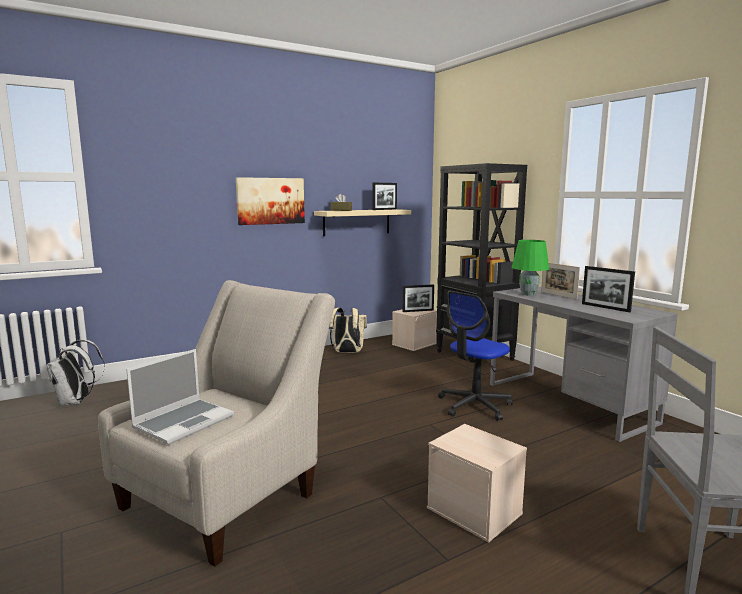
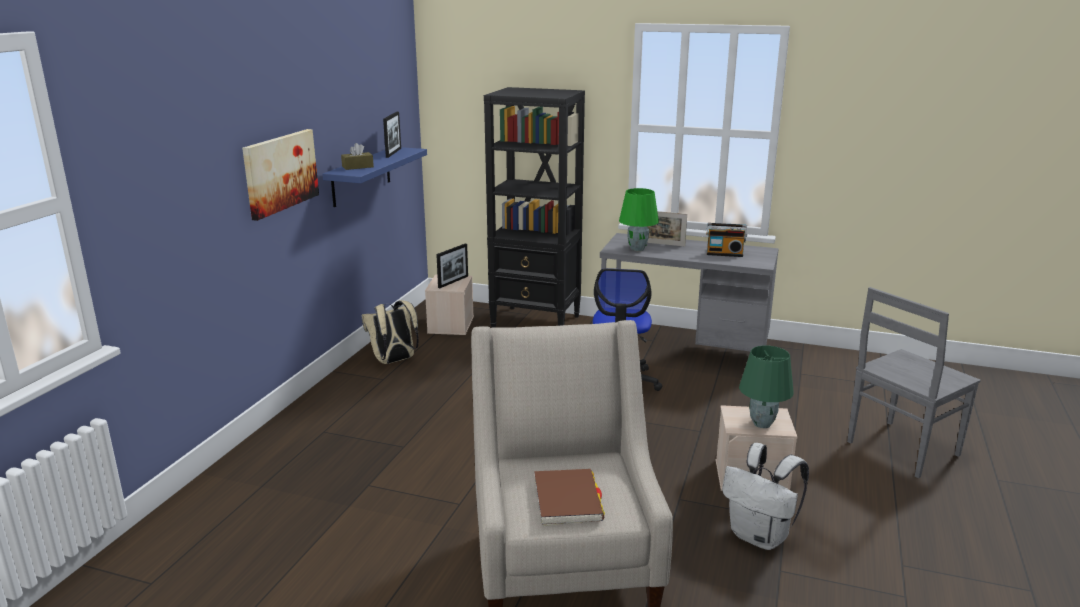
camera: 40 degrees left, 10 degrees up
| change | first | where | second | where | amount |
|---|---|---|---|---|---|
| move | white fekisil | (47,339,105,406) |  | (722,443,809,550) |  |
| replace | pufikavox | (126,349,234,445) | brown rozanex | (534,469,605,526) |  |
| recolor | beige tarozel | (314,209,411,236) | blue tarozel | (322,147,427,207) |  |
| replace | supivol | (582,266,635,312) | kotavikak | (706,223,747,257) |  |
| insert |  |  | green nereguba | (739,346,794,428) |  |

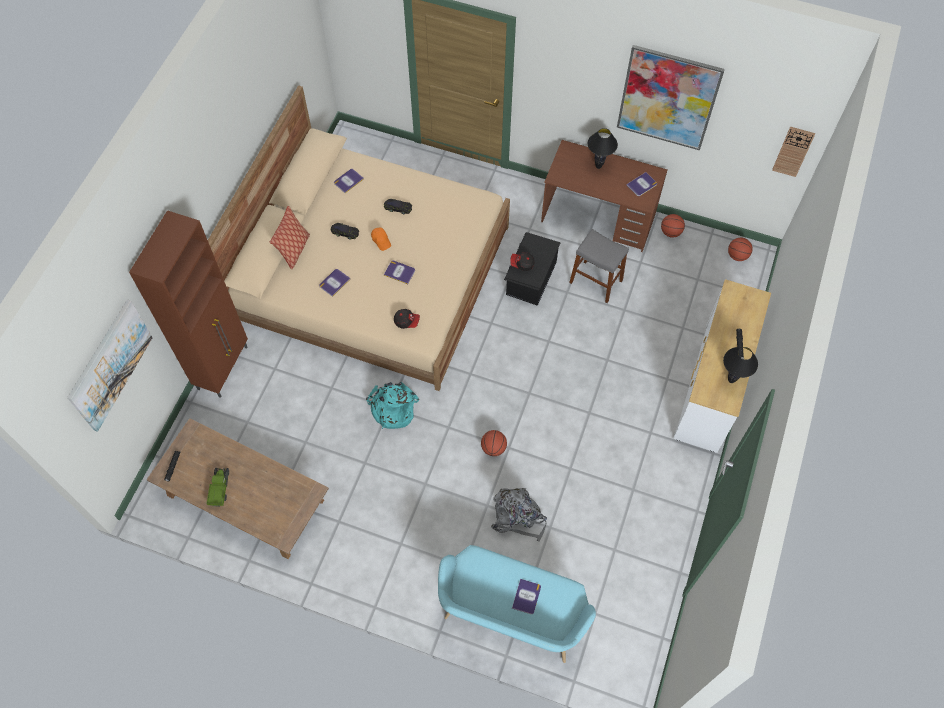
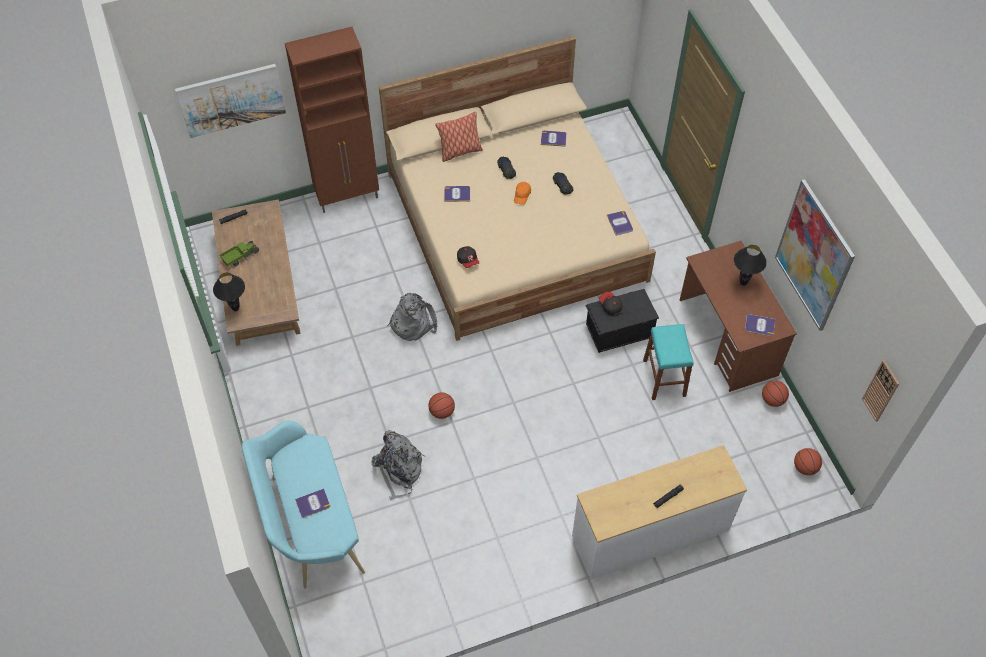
camera: 50 degrees right, 5 degrees down
| change | first | where | second | where | amount |
|---|---|---|---|---|---|
| recolor | turquoise fekisil | (366,382,419,429) | grey fekisil | (387,293,437,341) |  |
| move | rozanex | (384,260,415,284) |  | (607,211,633,236) |  |
| recolor | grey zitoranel | (569,229,629,303) | turquoise zitoranel | (643,324,694,400) |  |
| move | black nereguba | (723,347,758,383) |  | (213,273,245,311) |  |

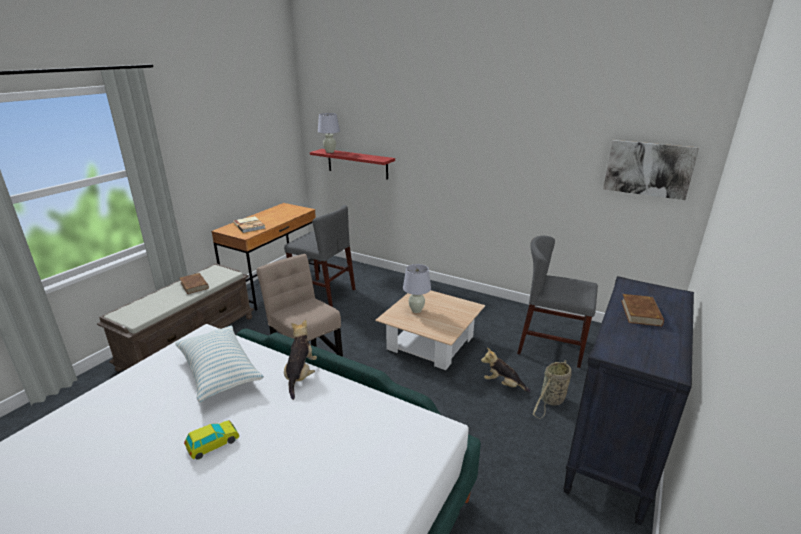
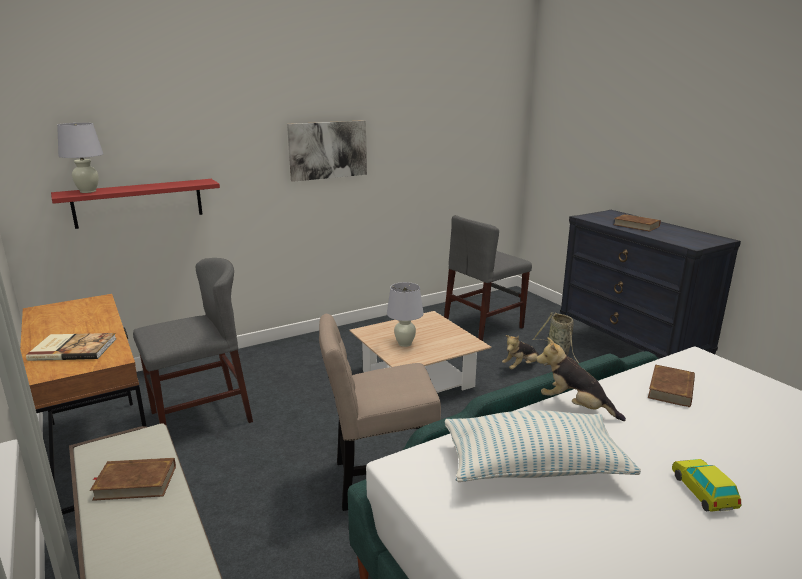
camera: 60 degrees left, 5 degrees down
| change | first | where | second | where | amount |
|---|---|---|---|---|---|
| move | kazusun | (603,140,699,200) |  | (287,120,367,182) |  |
| insert |  |  | brown rozanex | (648,365,695,407) |  |

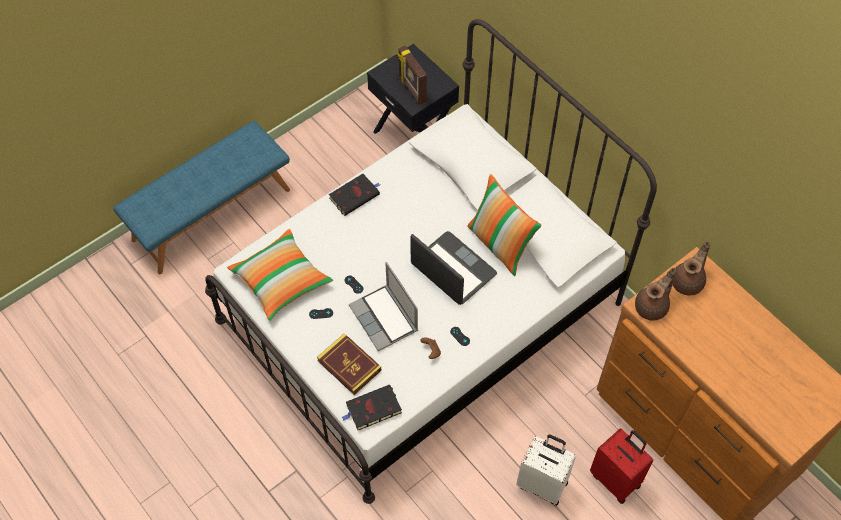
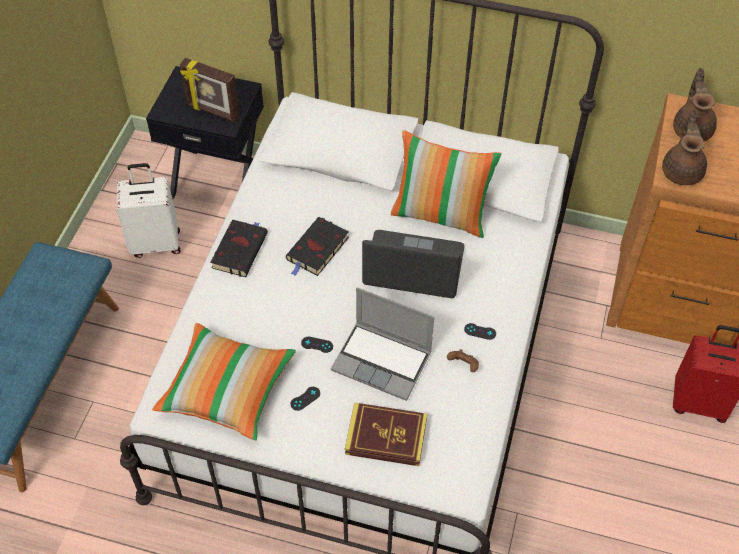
camera: 35 degrees left, 5 degrees down
| change | first | where | second | where | amount |
|---|---|---|---|---|---|
| move | black rozanex | (341,384,402,430) |  | (286,217,349,276) |  |
| move | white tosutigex | (517,434,576,506) |  | (116,163,180,258) |  |

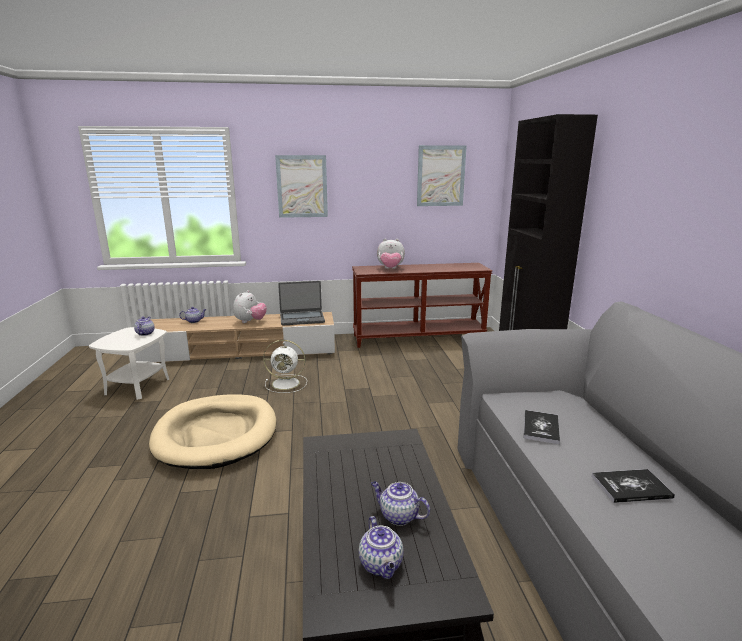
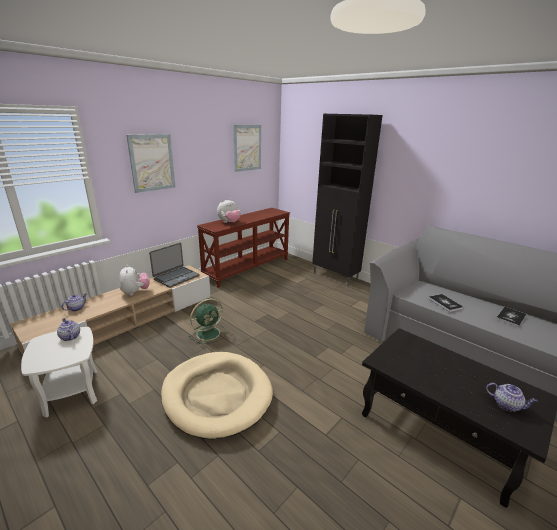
camera: 40 degrees left, 5 degrees up
| change | first | where | second | where | amount |
|---|---|---|---|---|---|
| recolor | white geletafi | (263,340,307,393) | green geletafi | (189,299,226,344) |  |
| delete | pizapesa | (371,481,430,526) |  |  |  |

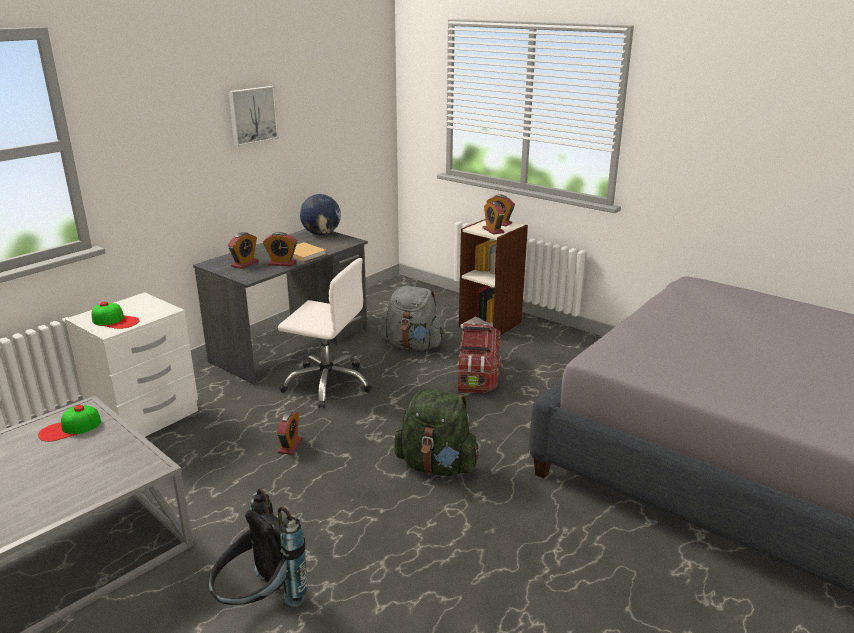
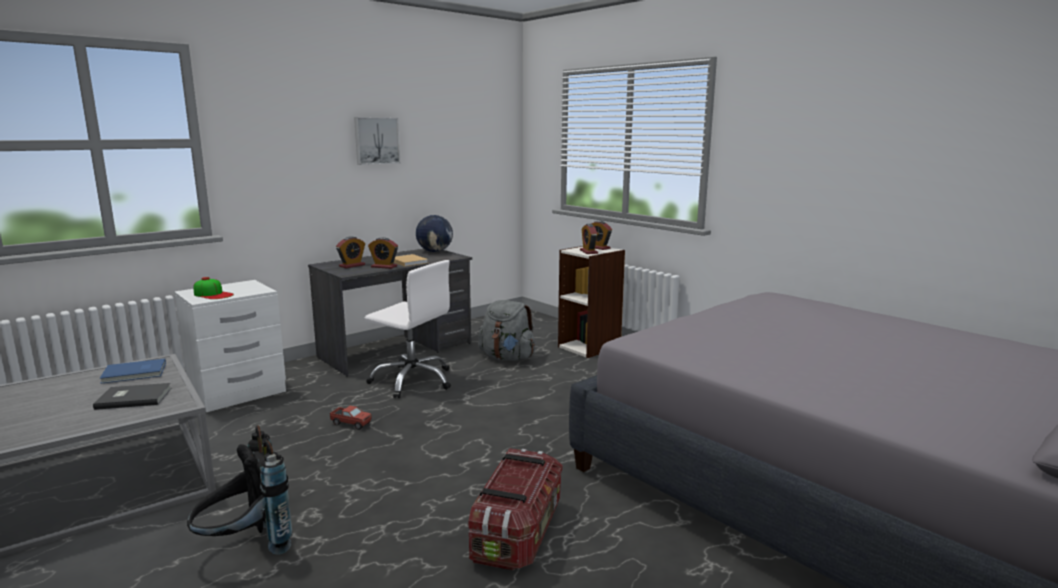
camera: 10 degrees right, 10 degrees down
| change | first | where | second | where | amount |
|---|---|---|---|---|---|
| replace | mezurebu | (38,405,101,442) | blue rozanex | (100,359,166,384) |  |
| replace | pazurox | (277,411,303,455) | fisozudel | (330,406,371,430) |  |
| delete | green fekisil | (394,389,480,476) |  |  |  |
| move | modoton | (458,323,500,393) |  | (468,448,562,570) |  |
| insert |  |  | grey rozanex | (93,383,171,410) |  |

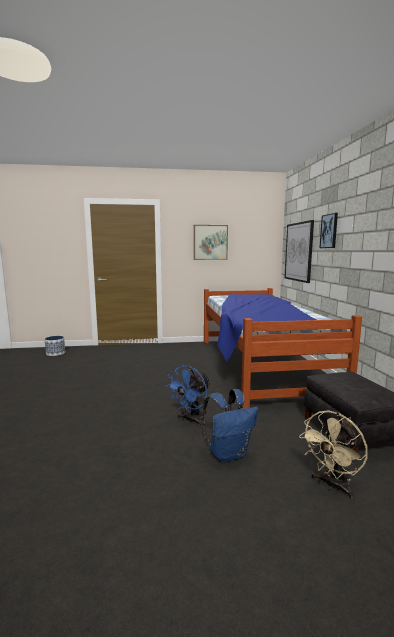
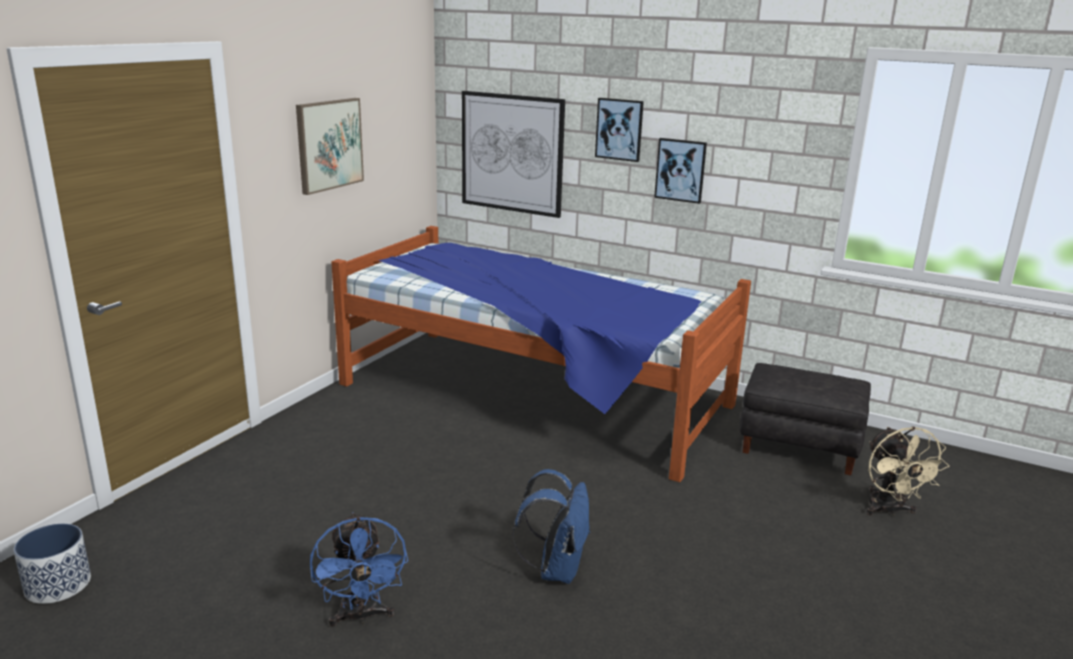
camera: 55 degrees left, 10 degrees up
| change | first | where | second | where | amount |
|---|---|---|---|---|---|
| move | blue geletafi | (166,365,211,427) |  | (310,512,408,627) |  |
| move | blue fekisil | (202,389,258,462) |  | (512,469,591,584) |  |
| insert |  |  | kazusun | (654,138,707,204) |  |

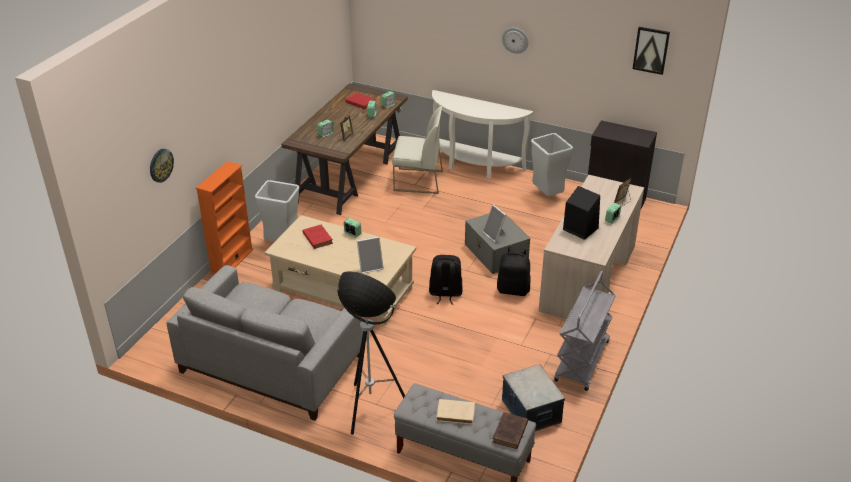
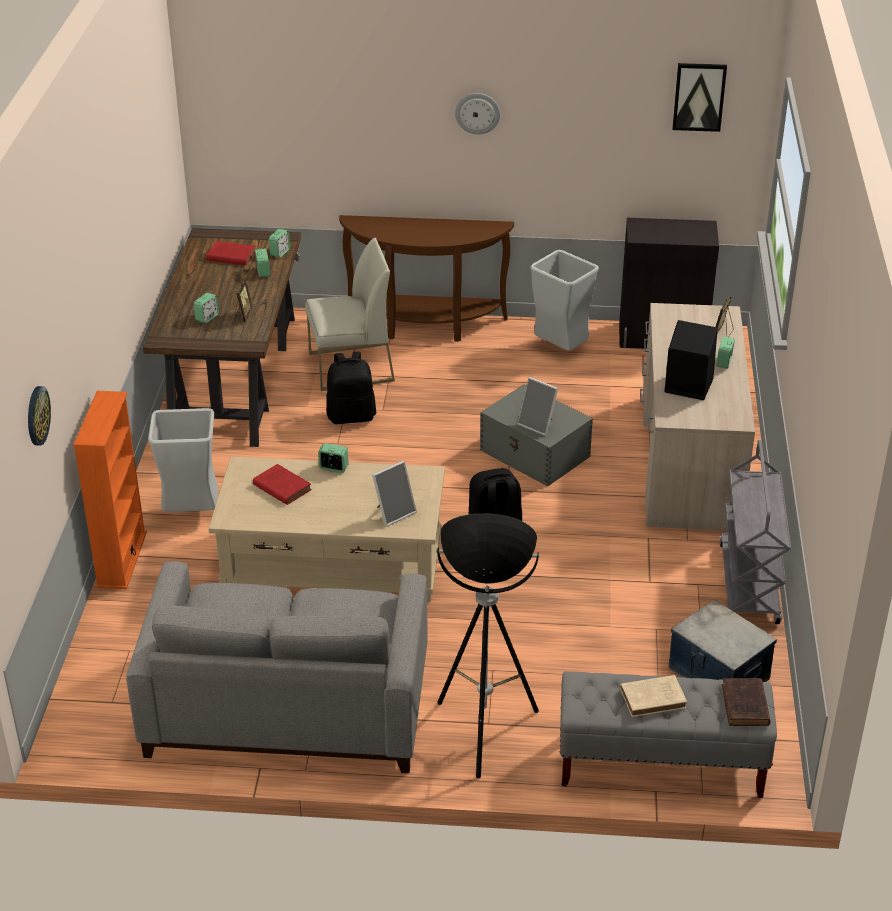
camera: 20 degrees left, 0 degrees up
| change | first | where | second | where | amount |
|---|---|---|---|---|---|
| recolor | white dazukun | (432,90,533,179) | brown dazukun | (339,215,514,342) |  |
| move | black fekisil | (497,247,530,296) |  | (326,352,376,424) |  |

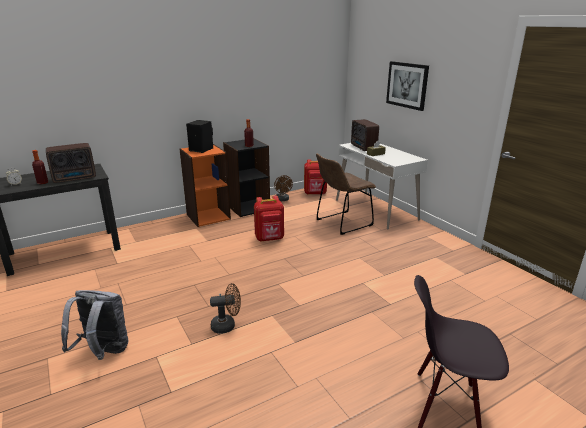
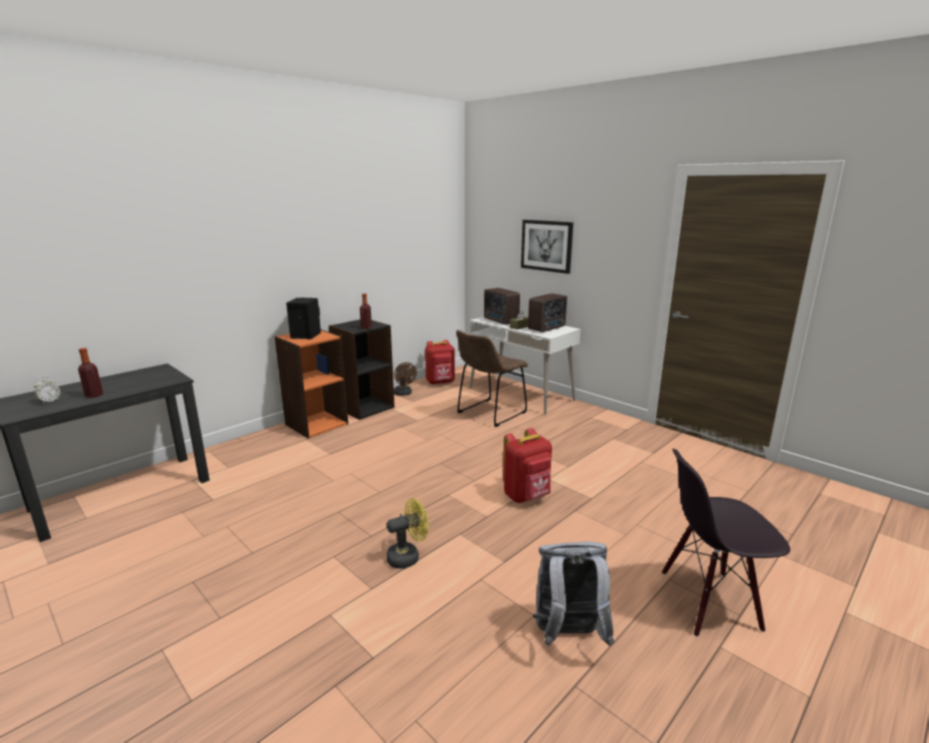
camera: 15 degrees left, 5 degrees down
| change | first | where | second | where | amount |
|---|---|---|---|---|---|
| move | kotavikak | (46,143,96,183) |  | (528,293,567,332) |  |
| move | grey fekisil | (61,290,128,360) |  | (532,541,614,646) |  |
| recolor | brown geletafi | (210,283,241,334) | yellow geletafi | (386,498,429,569) |  |
| move | red fekisil | (254,196,284,242) |  | (503,428,552,503) |  |

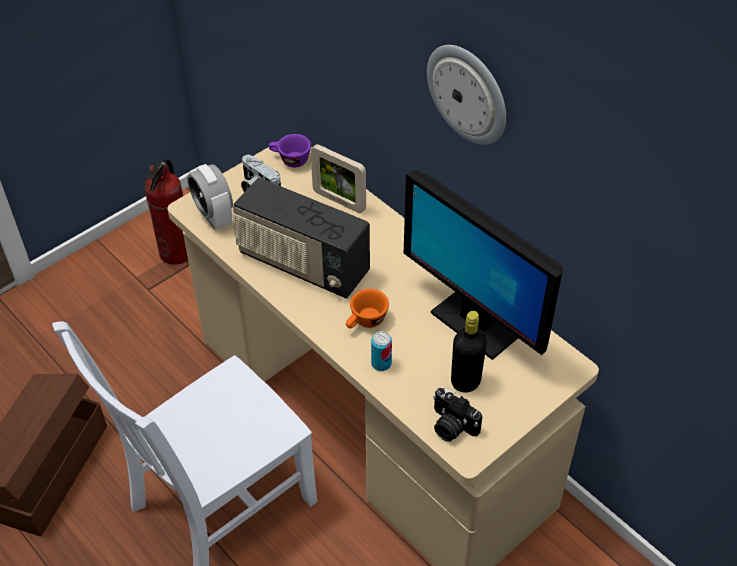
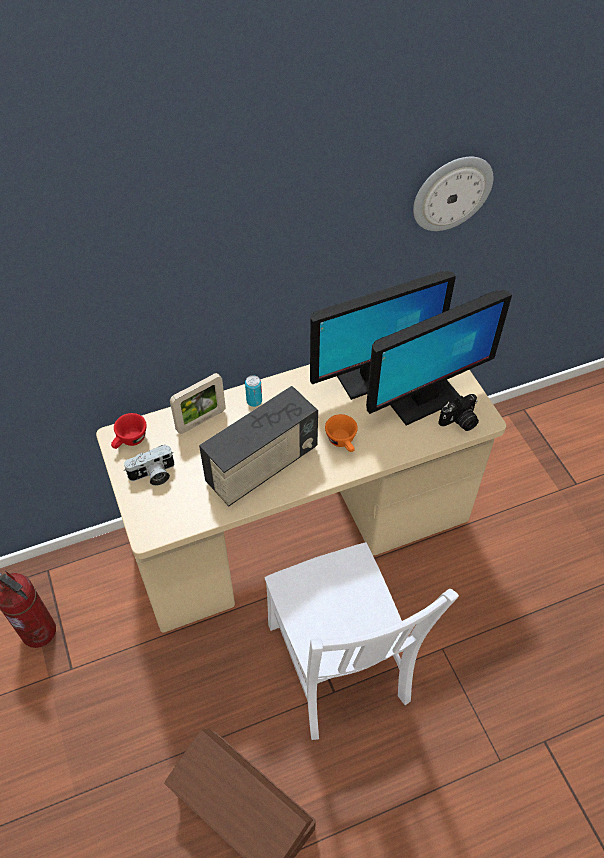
camera: 70 degrees left, 5 degrees up
| change | first | where | second | where | amount |
|---|---|---|---|---|---|
| delete | pazurox | (187,164,233,230) |  |  |  |
| recolor | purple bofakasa | (268,134,311,168) | red bofakasa | (111,413,147,449) |  |
| move | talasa | (371,331,392,371) |  | (245,375,262,407) |  |
| move | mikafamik | (427,45,506,145) |  | (413,157,493,231) |  |
| replace | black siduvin | (451,311,487,393) | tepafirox | (366,290,512,426) |  |

